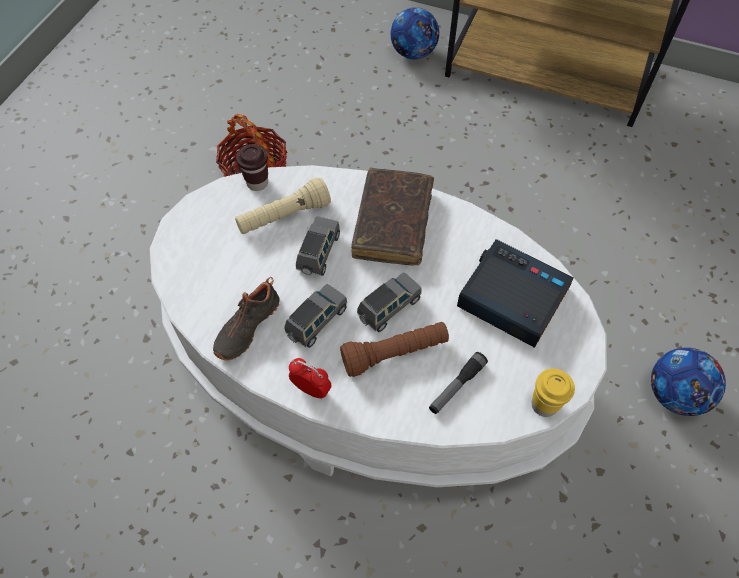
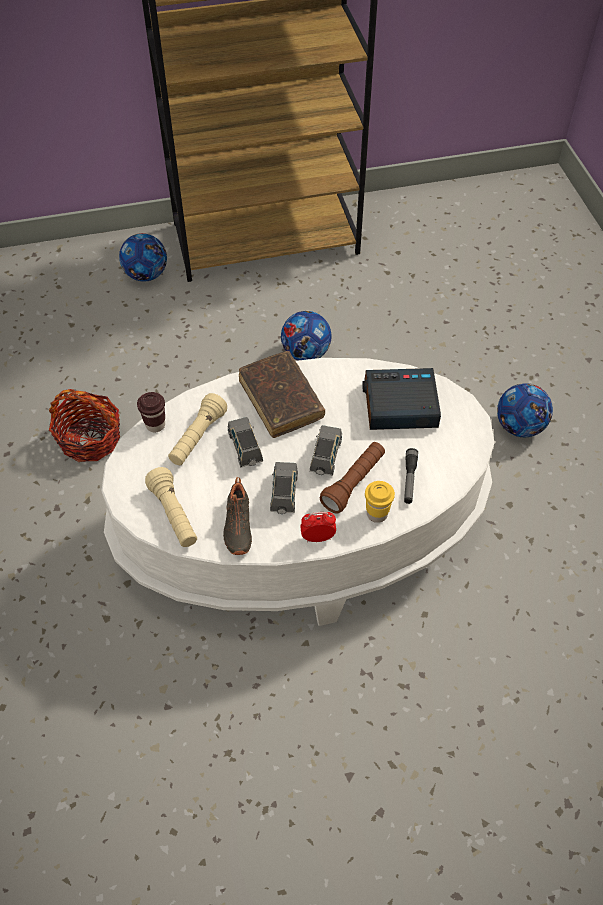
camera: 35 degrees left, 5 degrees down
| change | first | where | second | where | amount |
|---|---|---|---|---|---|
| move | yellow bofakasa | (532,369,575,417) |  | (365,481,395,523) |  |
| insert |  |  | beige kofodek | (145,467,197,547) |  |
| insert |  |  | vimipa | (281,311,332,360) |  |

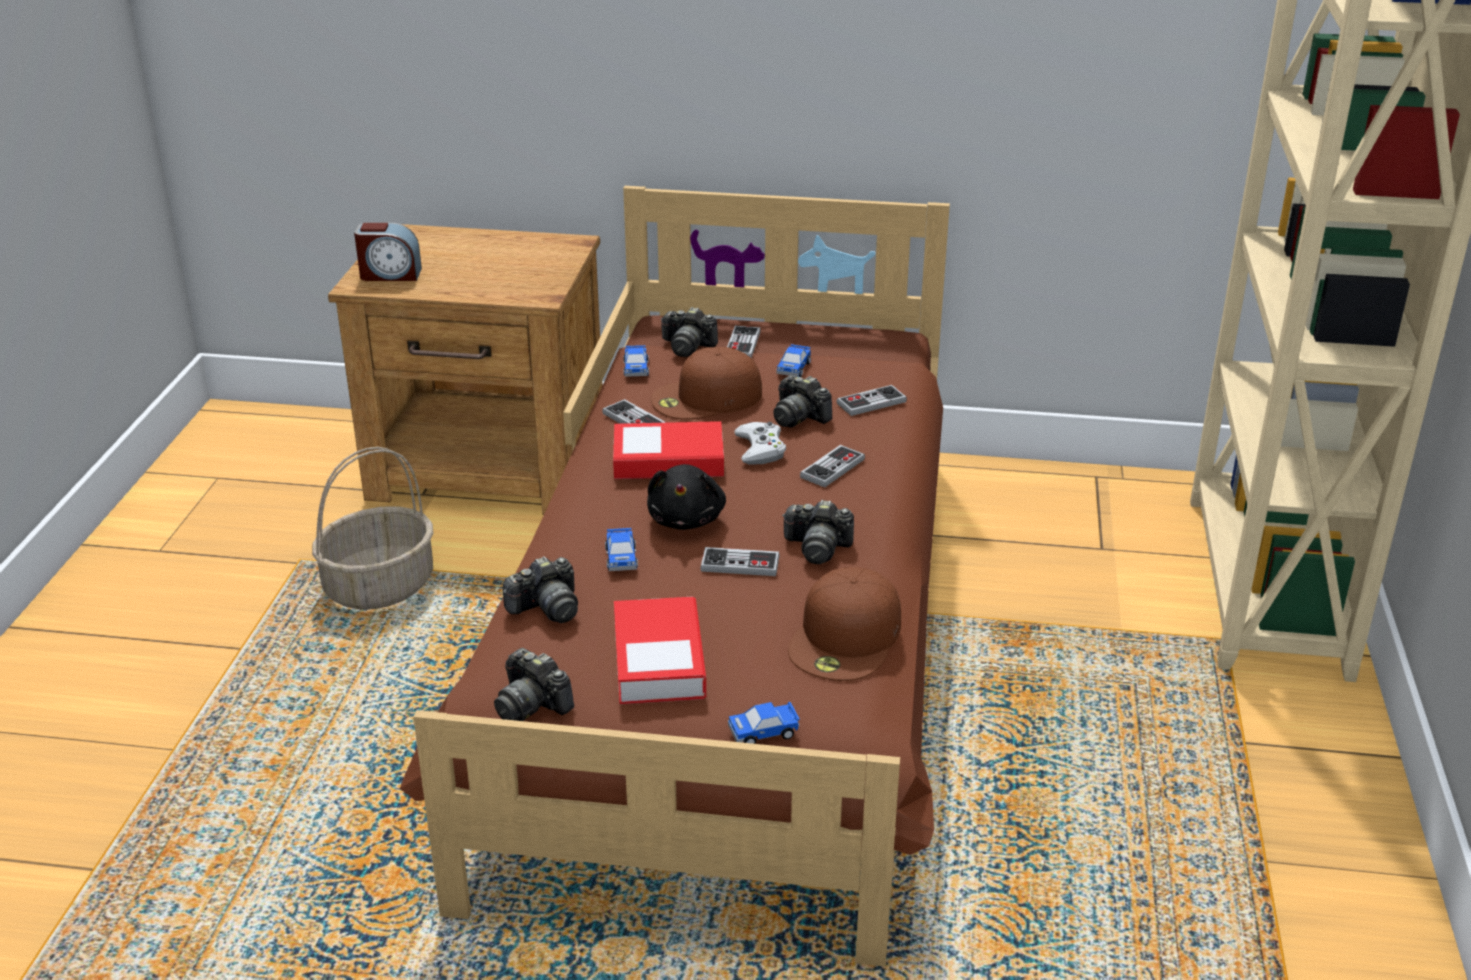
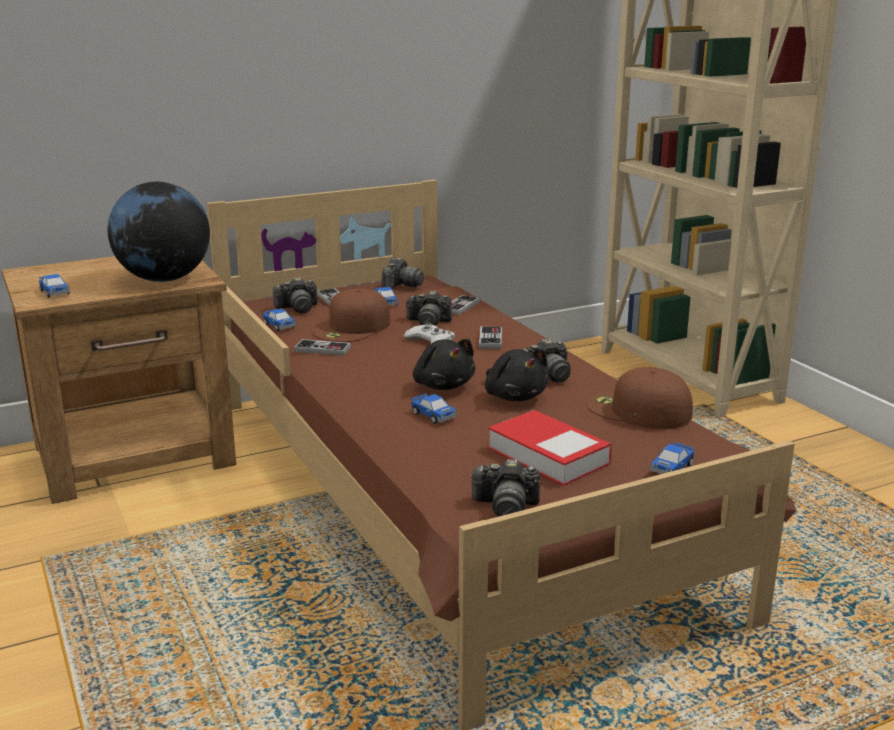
camera: 35 degrees left, 10 degrees down
| change | first | where | second | where | amount |
|---|---|---|---|---|---|
| delete | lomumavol | (312,447,433,610) |  |  |  |
| replace | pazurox | (354,222,422,281) | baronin | (39,274,70,298) |  |
| move | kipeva | (503,557,578,623) |  | (381,257,424,289) |  |
| delete | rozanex | (613,421,724,479) |  |  |  |
| replace | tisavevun | (700,547,780,576) | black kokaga | (485,349,549,401) |  |
| rotate | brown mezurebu | (788,567,901,681) |  | (587,366,693,429) | 135 degrees clockwise |
| insert |  |  | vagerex | (108,182,210,282) |  |

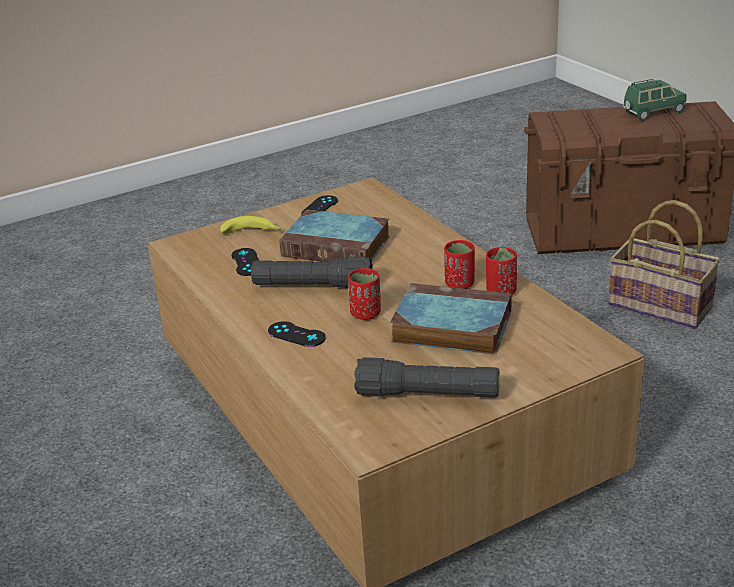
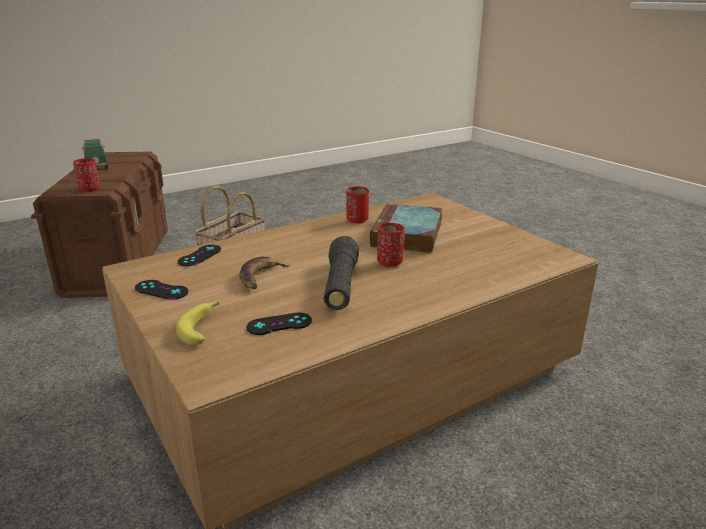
camera: 95 degrees left, 5 degrees down
| change | first | where | second | where | amount |
|---|---|---|---|---|---|
| move | black tisavevun | (268,321,326,347) |  | (178,245,221,266) |  |
| replace | rozanex | (279,210,390,262) | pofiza | (239,256,289,289) |  |
| delete | black kofodek | (354,357,500,398) |  |  |  |
| move | red bofakasa | (444,240,475,289) |  | (73,158,100,191) |  |

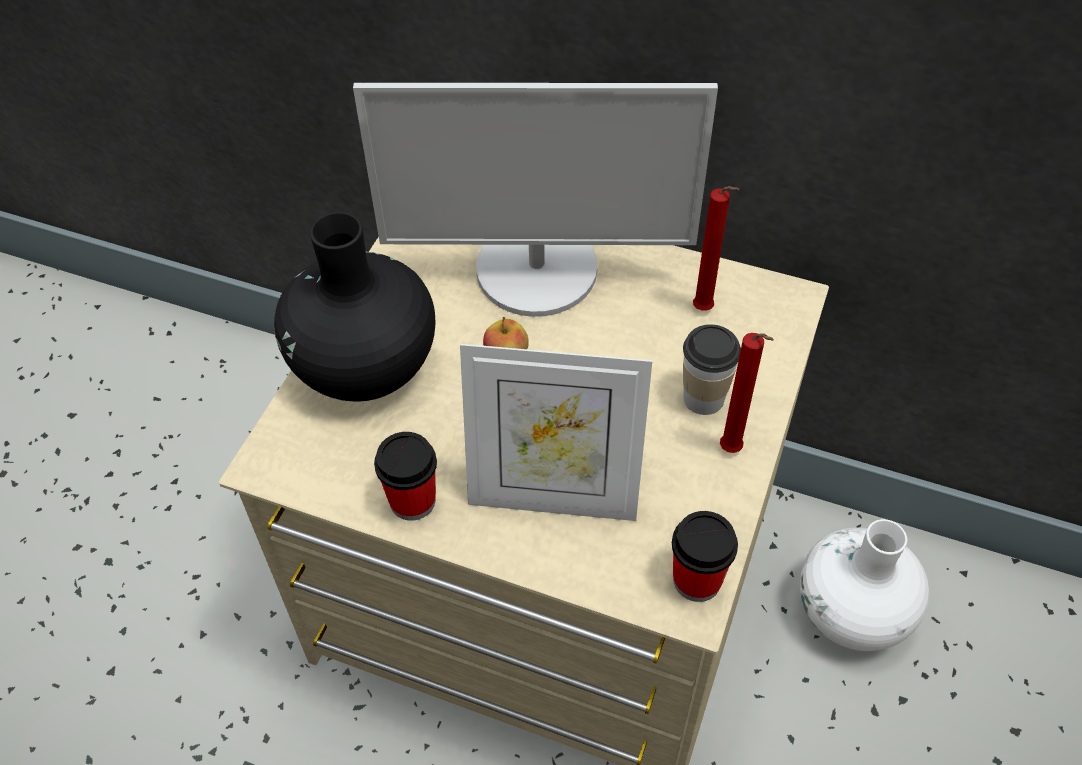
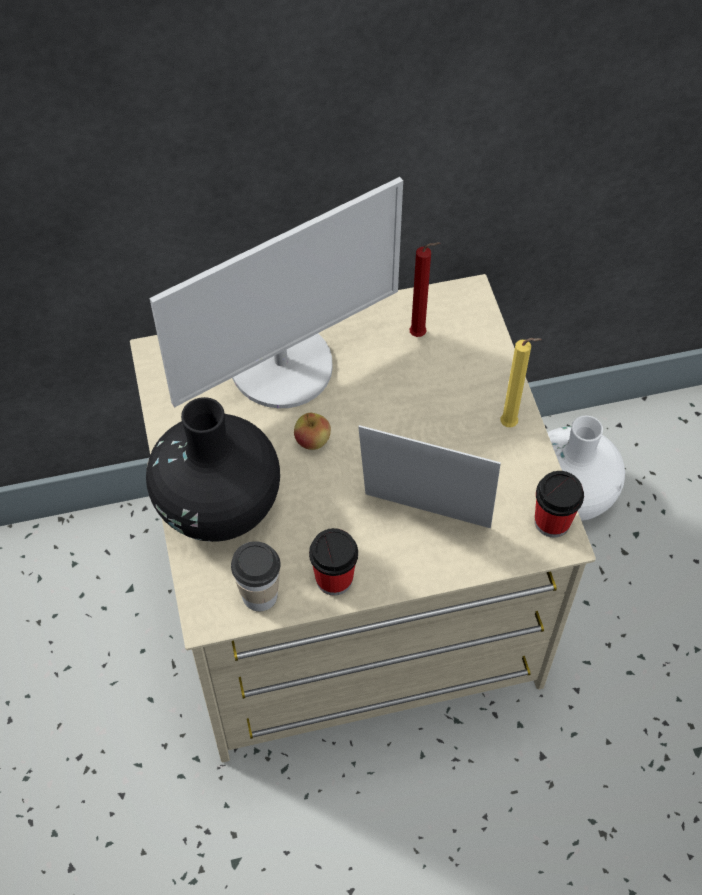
camera: 35 degrees left, 5 degrees up
| change | first | where | second | where | amount |
|---|---|---|---|---|---|
| rotate | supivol | (460,344,653,521) |  | (358,425,501,528) | 135 degrees counterclockwise |
| move | bofakasa | (683,324,741,415) |  | (231,541,281,611) |  |
| recolor | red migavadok | (720,333,774,453) | yellow migavadok | (500,338,542,427) |  |

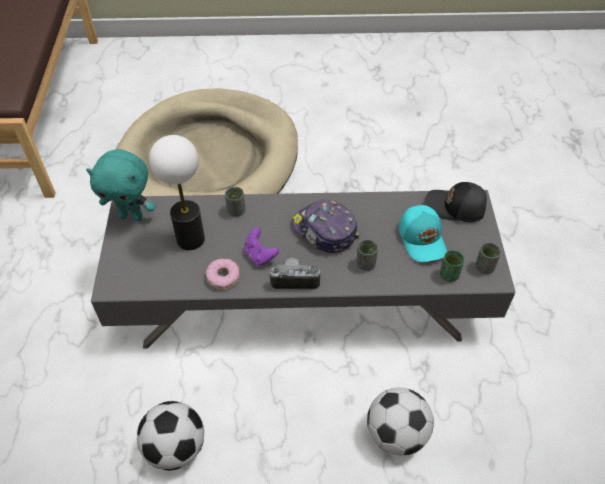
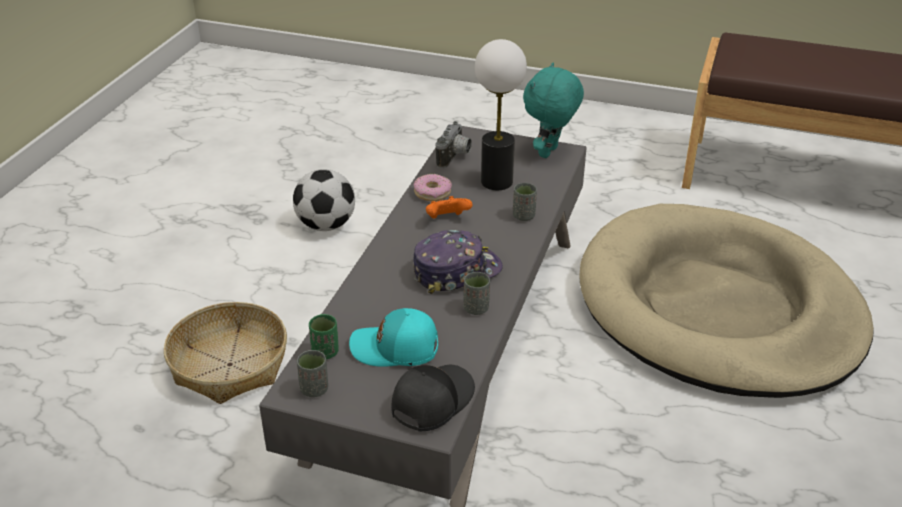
camera: 110 degrees right, 15 degrees down
| change | first | where | second | where | amount |
|---|---|---|---|---|---|
| recolor | purple tisavevun | (244,227,279,266) | orange tisavevun | (426,196,473,219) |  |
| move | kipeva | (269,258,321,289) |  | (436,121,472,168) |  |
| move | grey bofakasa | (357,239,378,271) |  | (463,272,490,315) |  |
| replace | vimipa | (367,388,434,456) | lomumavol | (164,302,287,404) |  |

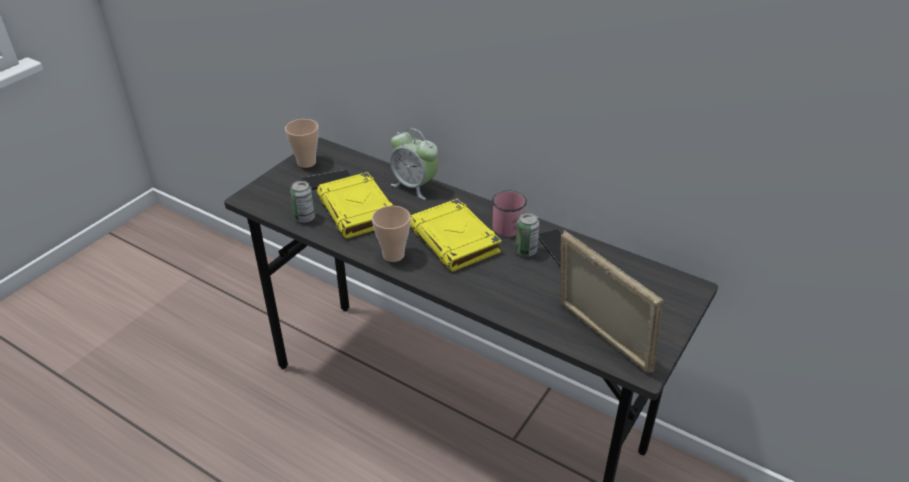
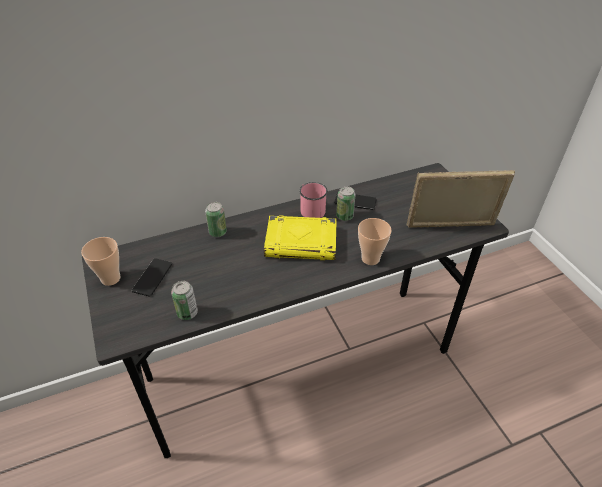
camera: 55 degrees left, 5 degrees up
| change | first | where | second | where | amount |
|---|---|---|---|---|---|
| delete | yellow rozanex | (317,172,393,239) |  |  |  |
| move | bofakasa | (372,206,411,262) |  | (358,218,392,265) |  |
| replace | pazurox | (390,128,438,200) | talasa | (205,202,227,237) |  |

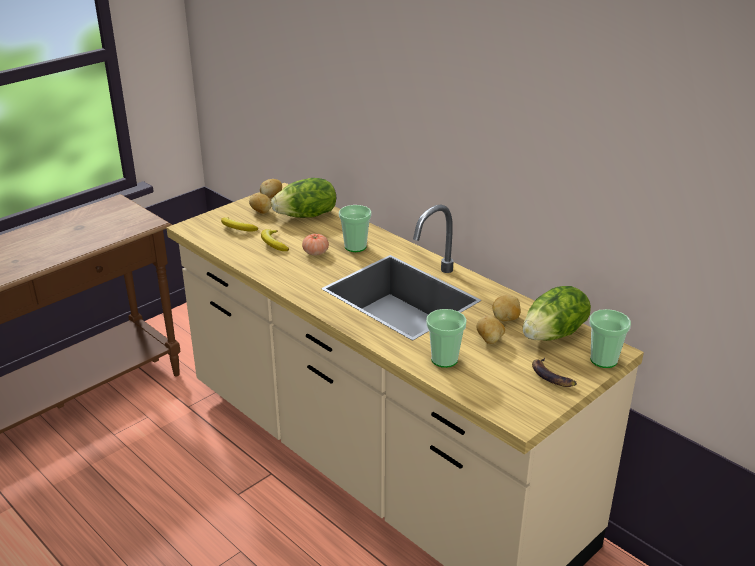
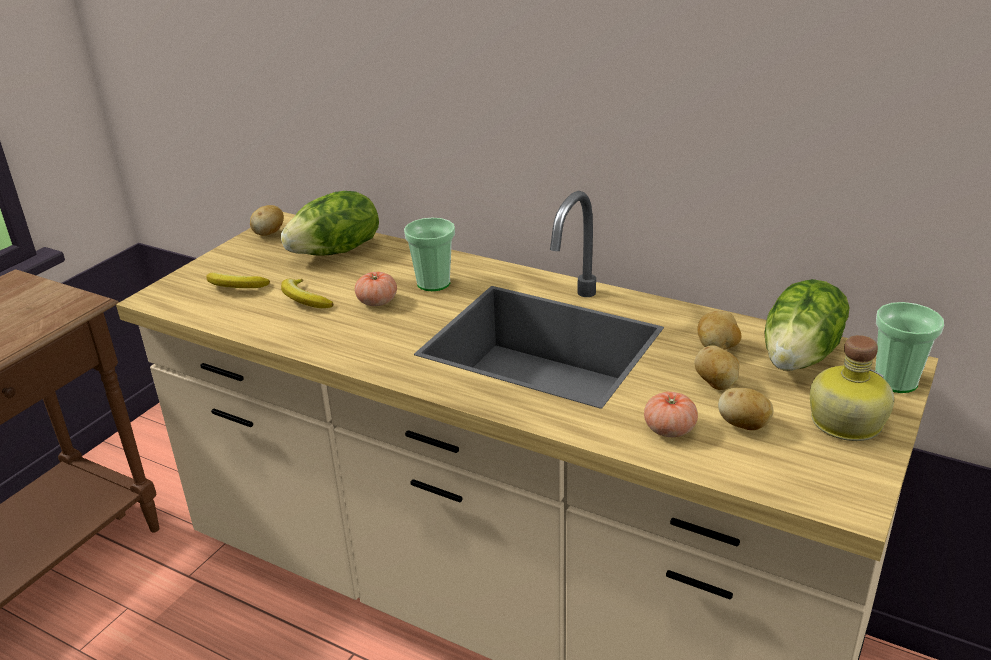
camera: 15 degrees left, 0 degrees up
| change | first | where | second | where | amount |
|---|---|---|---|---|---|
| move | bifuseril | (249,193,271,214) |  | (718,388,774,430) |  |
| replace | bofakasa | (426,309,467,368) | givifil | (644,392,698,437) |  |
| replace | pofiza | (532,358,577,387) | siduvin | (810,335,894,441) |  |

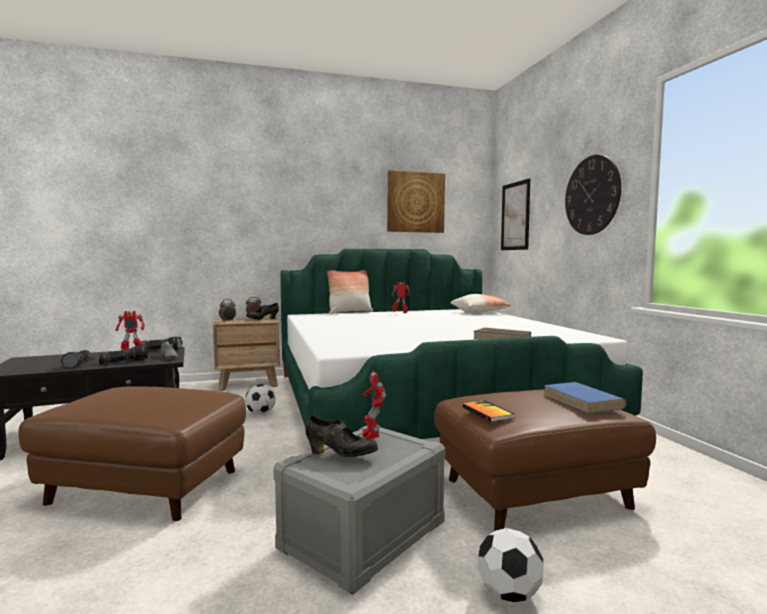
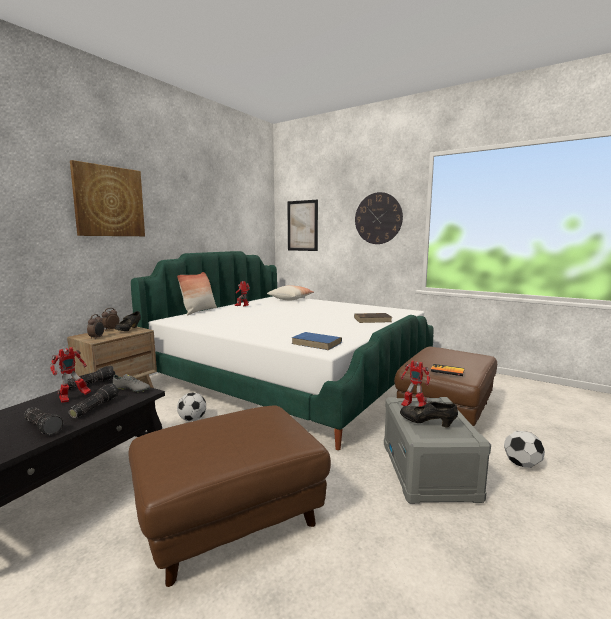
camera: 40 degrees left, 5 degrees up
| change | first | where | second | where | amount |
|---|---|---|---|---|---|
| rotate | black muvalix | (305,415,378,457) |  | (400,402,458,428) | 135 degrees counterclockwise |
| move | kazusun | (387,170,445,233) |  | (70,160,145,236) |  |
| move | blue rozanex | (543,382,627,414) |  | (291,332,342,350) |  |

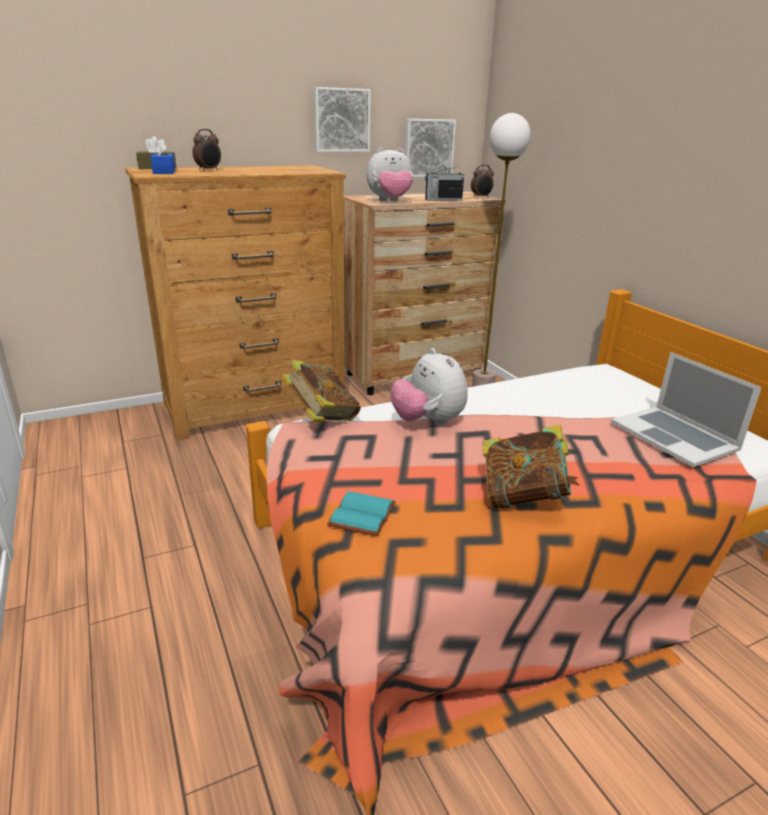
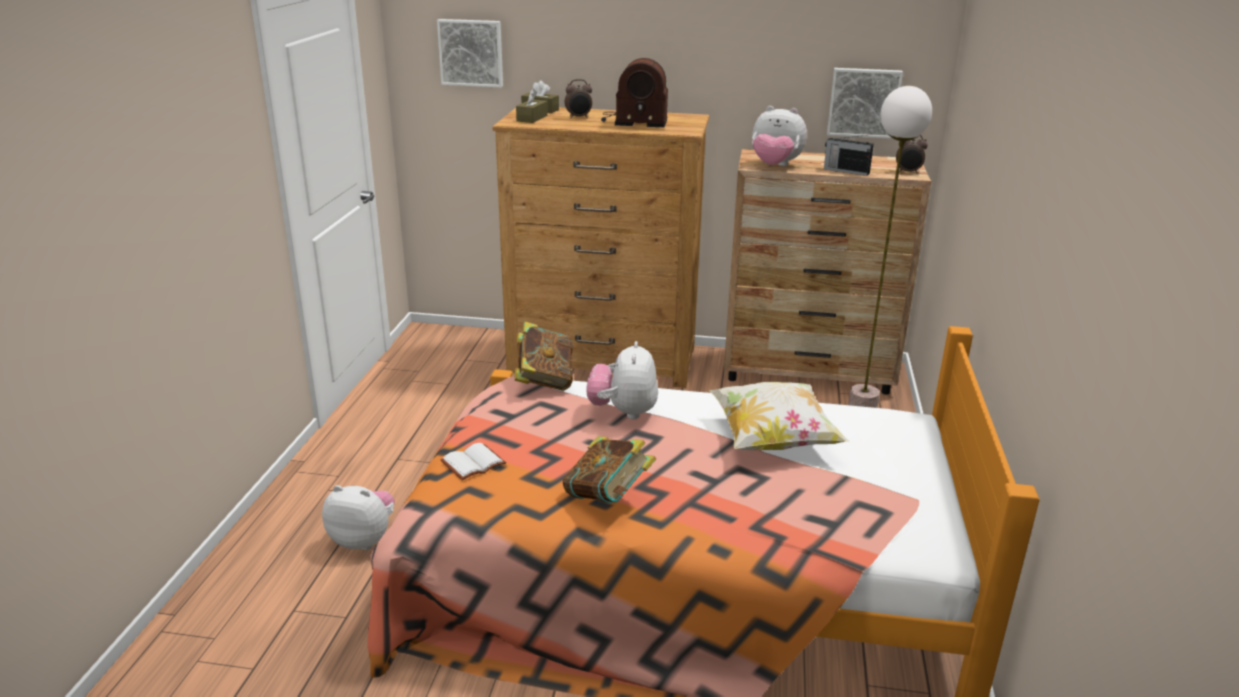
camera: 35 degrees right, 0 degrees up
| change | first | where | second | where | amount |
|---|---|---|---|---|---|
| recolor | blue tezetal | (151,139,175,174) | brown tezetal | (516,88,547,123) |  |
| move | kazusun | (314,87,371,152) |  | (437,19,503,88) |  |
| recolor | turquoise rozanex | (327,491,396,536) | white rozanex | (440,443,506,480) |  |
| delete | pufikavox | (611,352,762,467) |  |  |  |
| insert |  |  | kokaga | (322,485,395,550) |  |
| insert |  |  | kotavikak | (601,58,668,127) |  |
| insert |  |  | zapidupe | (709,382,849,450) |  |

